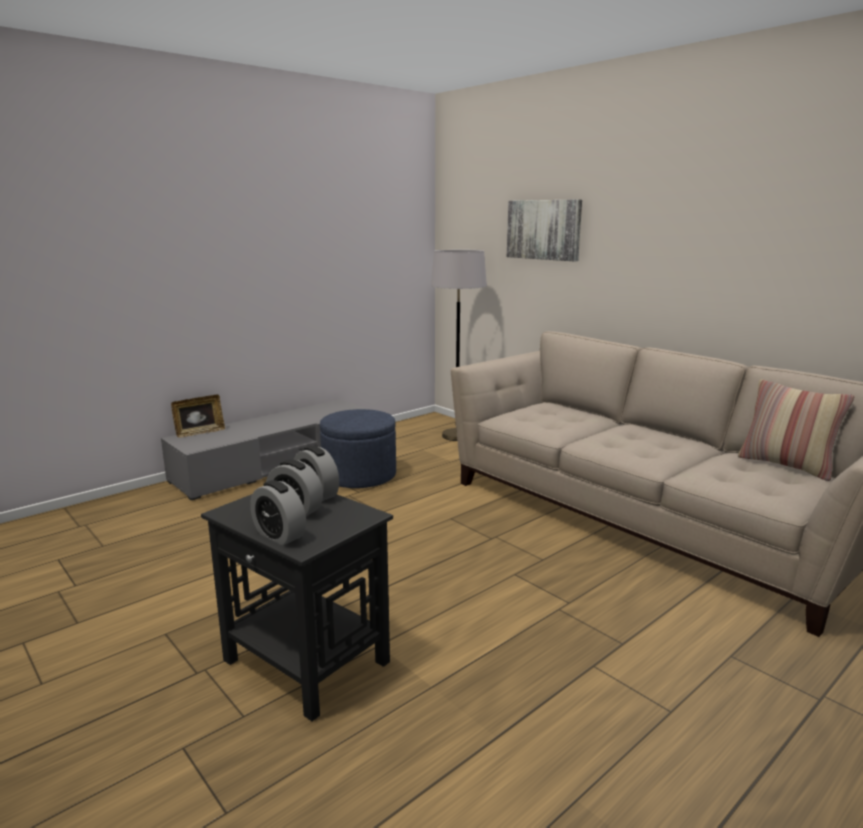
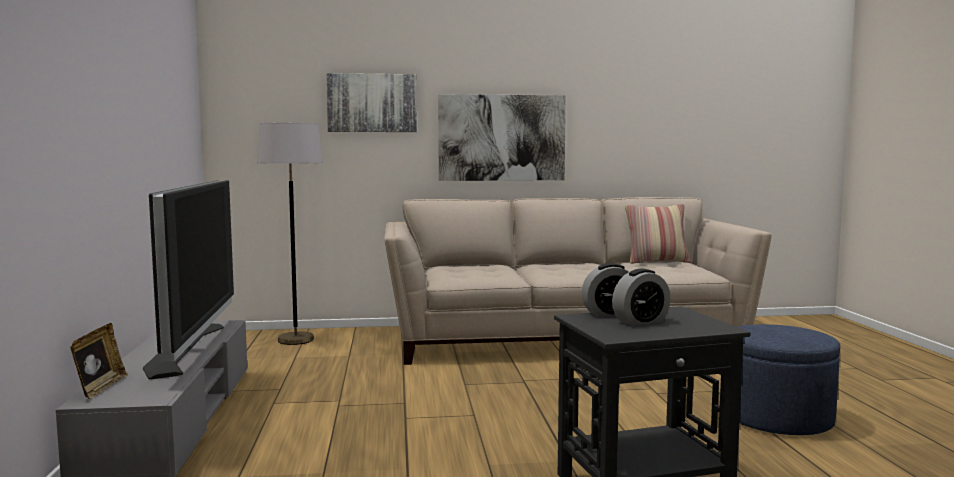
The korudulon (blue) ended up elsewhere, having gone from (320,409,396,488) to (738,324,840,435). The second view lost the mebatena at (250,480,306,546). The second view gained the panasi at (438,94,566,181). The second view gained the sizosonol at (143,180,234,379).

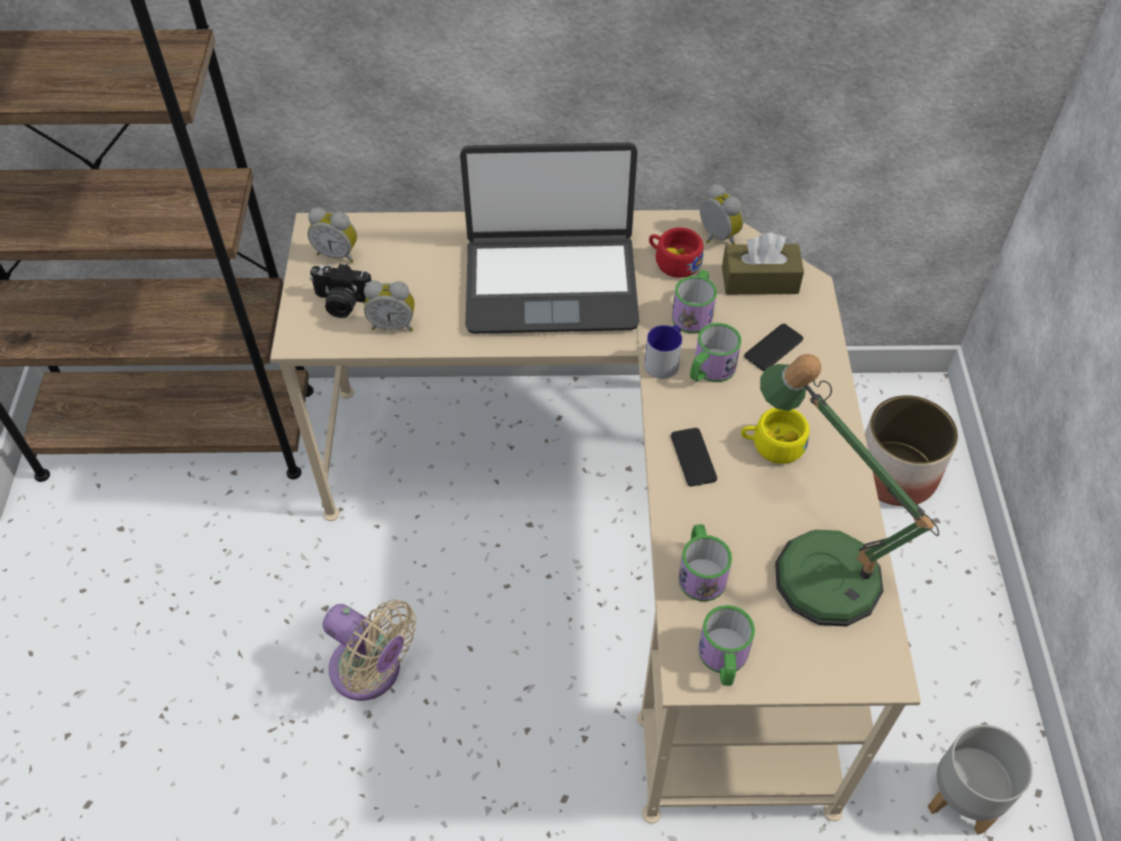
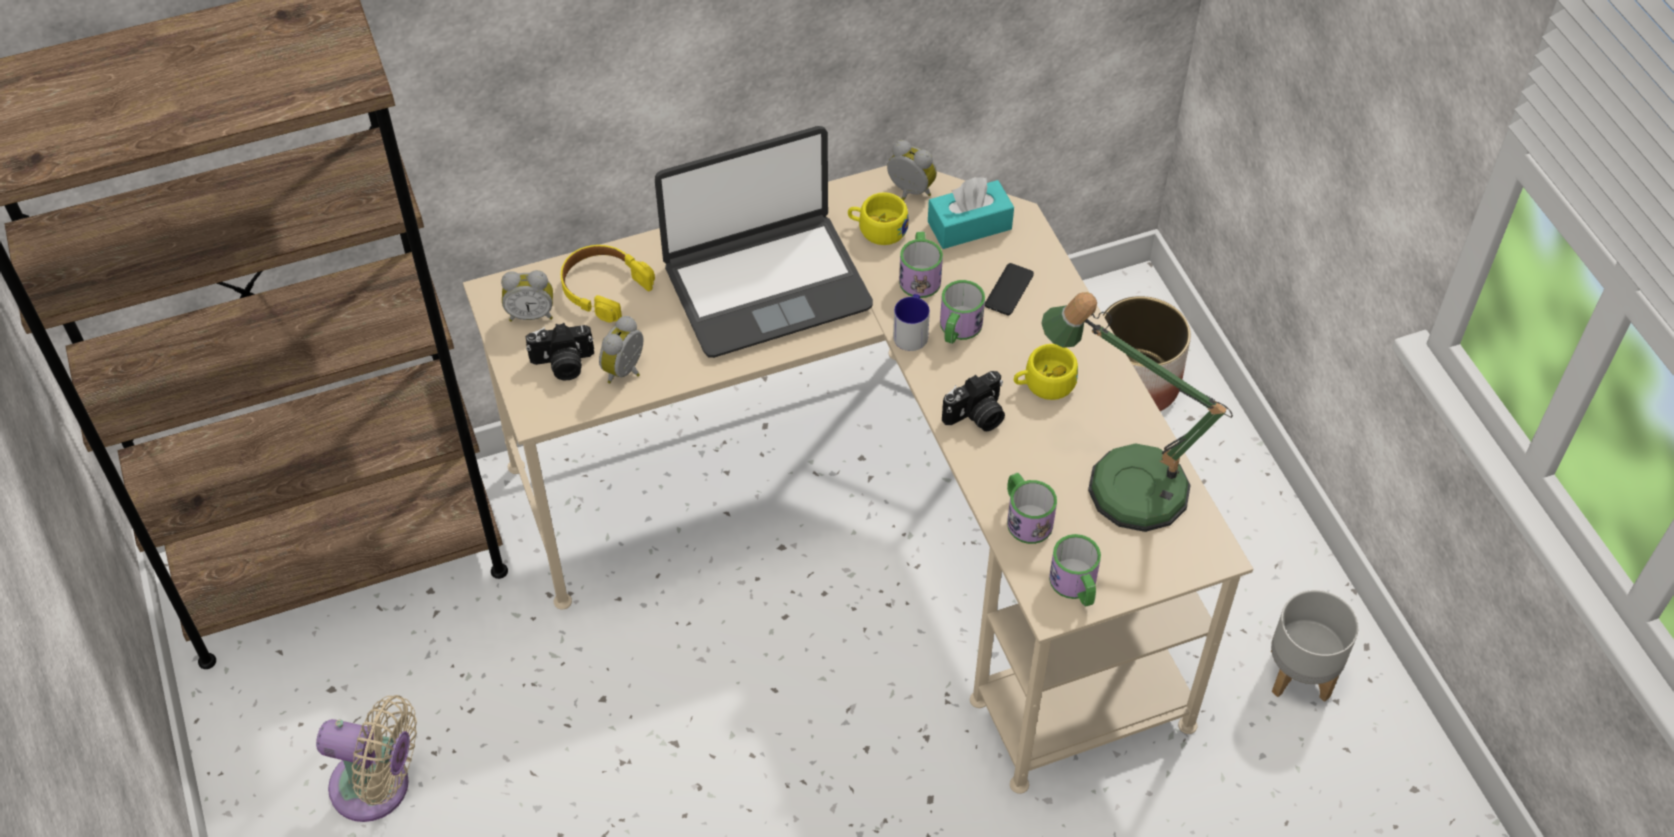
What was the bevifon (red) at (649,227,703,278) turned into the bevifon (yellow) at (848,192,909,245). What was the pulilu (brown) at (722,233,804,295) turned into the pulilu (turquoise) at (928,177,1014,249). The mebatena at (364,281,415,331) ended up facing another way, 135 degrees clockwise from before. Where the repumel stood at (671,428,717,486), the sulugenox came to stand at (942,371,1005,431). The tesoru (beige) ended up elsewhere, having gone from (322,600,416,701) to (316,695,417,822). The second view gained the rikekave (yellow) at (561,245,655,323).

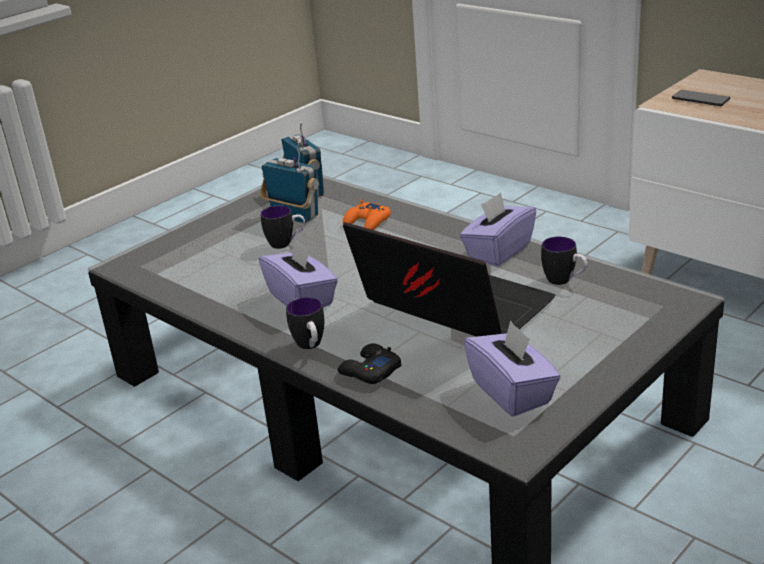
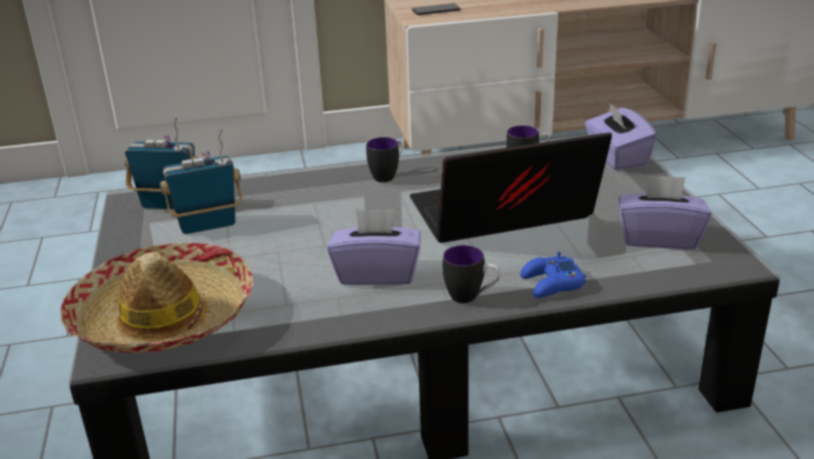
The pulilu (purple) ended up elsewhere, having gone from (460,192,536,266) to (585,102,657,170). The second view lost the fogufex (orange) at (343,199,391,230). The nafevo ended up elsewhere, having gone from (260,205,305,249) to (366,137,402,182). What was the fogufex (black) at (338,343,401,384) turned into the fogufex (blue) at (520,251,586,298). The second view gained the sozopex at (61,243,253,353).

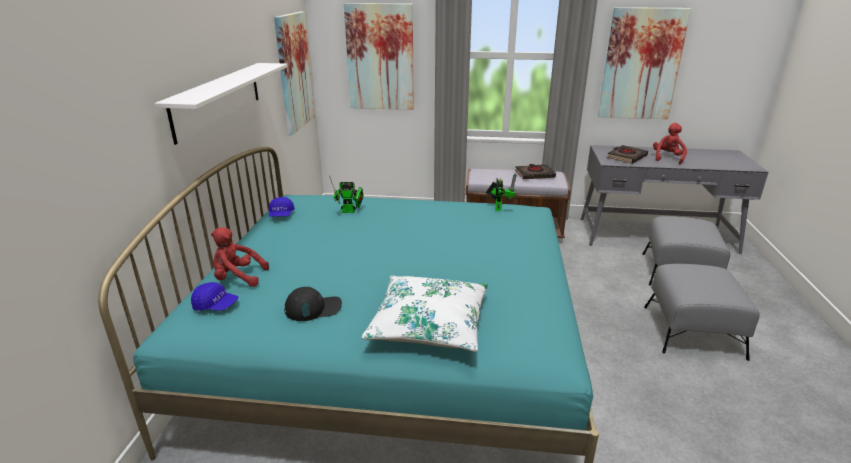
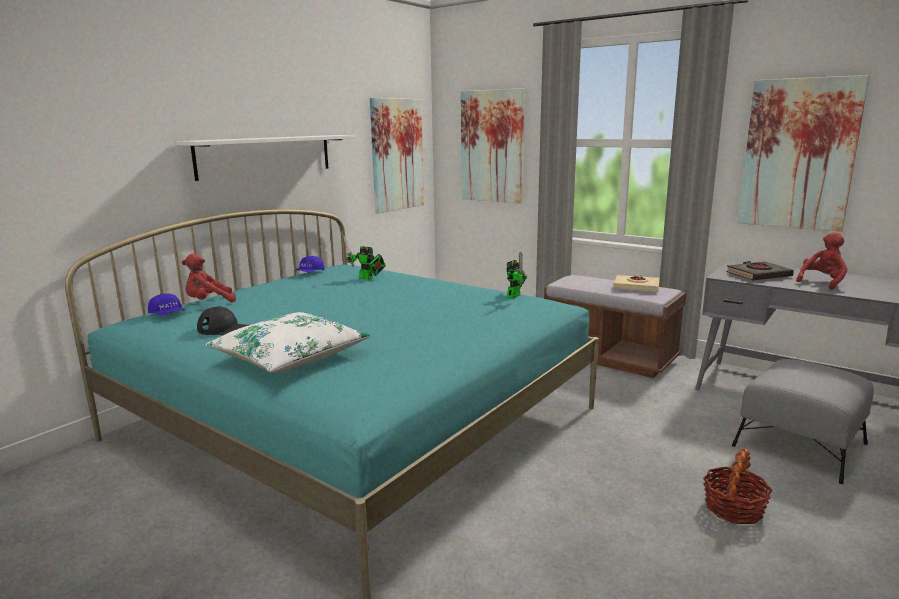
What was the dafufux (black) at (515,164,556,179) turned into the dafufux (beige) at (613,274,660,292). The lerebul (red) at (211,227,269,287) ended up facing another way, 60 degrees counterclockwise from before. Where the korudulon (grey) stood at (644,264,760,361), the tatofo came to stand at (703,448,773,524).

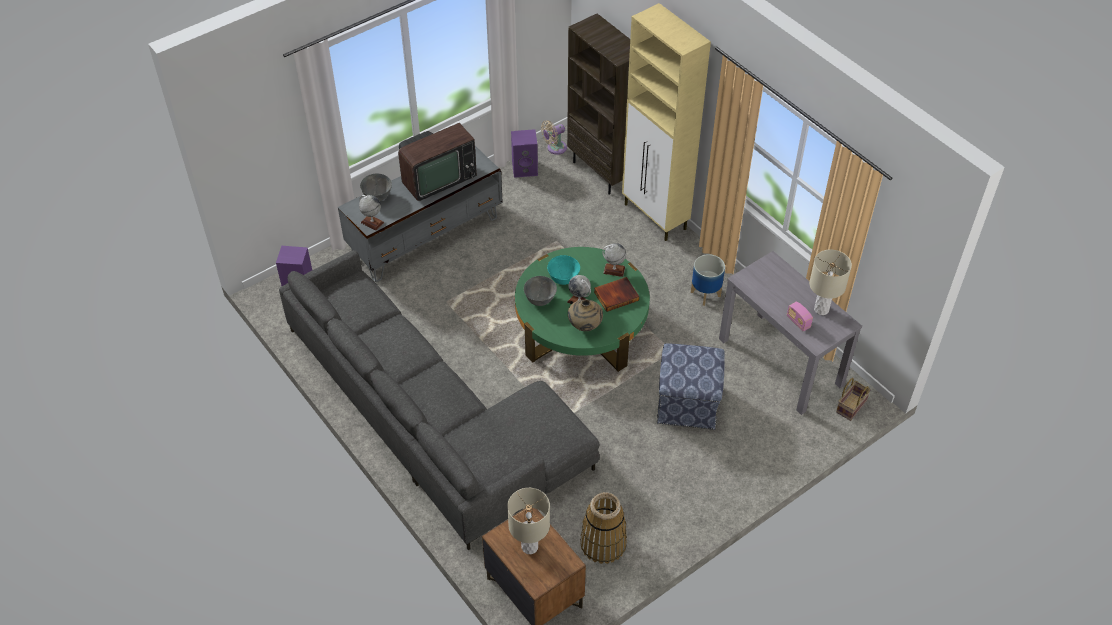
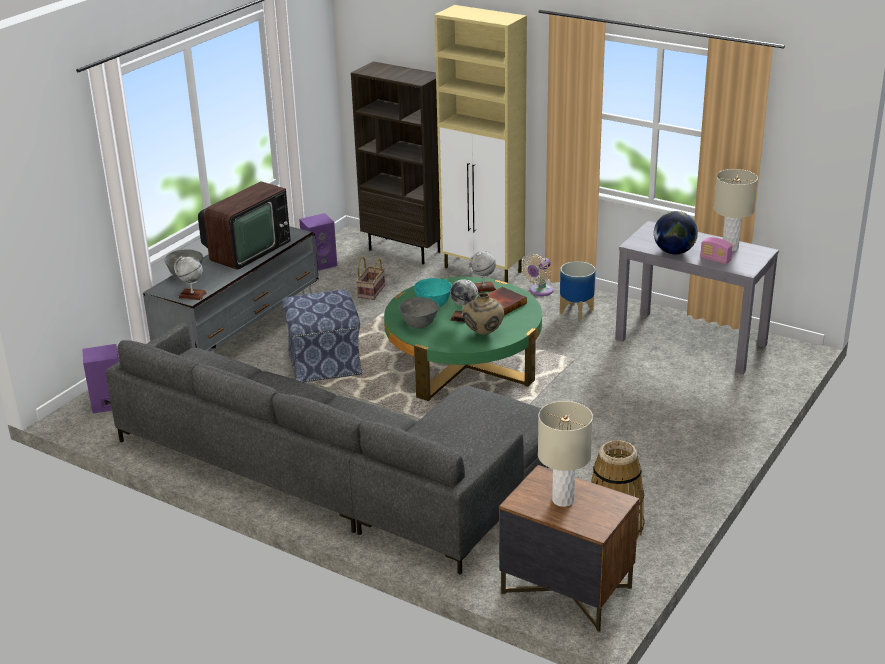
The tesoru (beige) ended up elsewhere, having gone from (541,120,567,155) to (522,254,553,296). The korudulon ended up elsewhere, having gone from (657,343,725,430) to (282,290,362,382). The tatofo ended up elsewhere, having gone from (836,378,871,421) to (356,256,385,300). The second view gained the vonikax at (654,211,698,254).

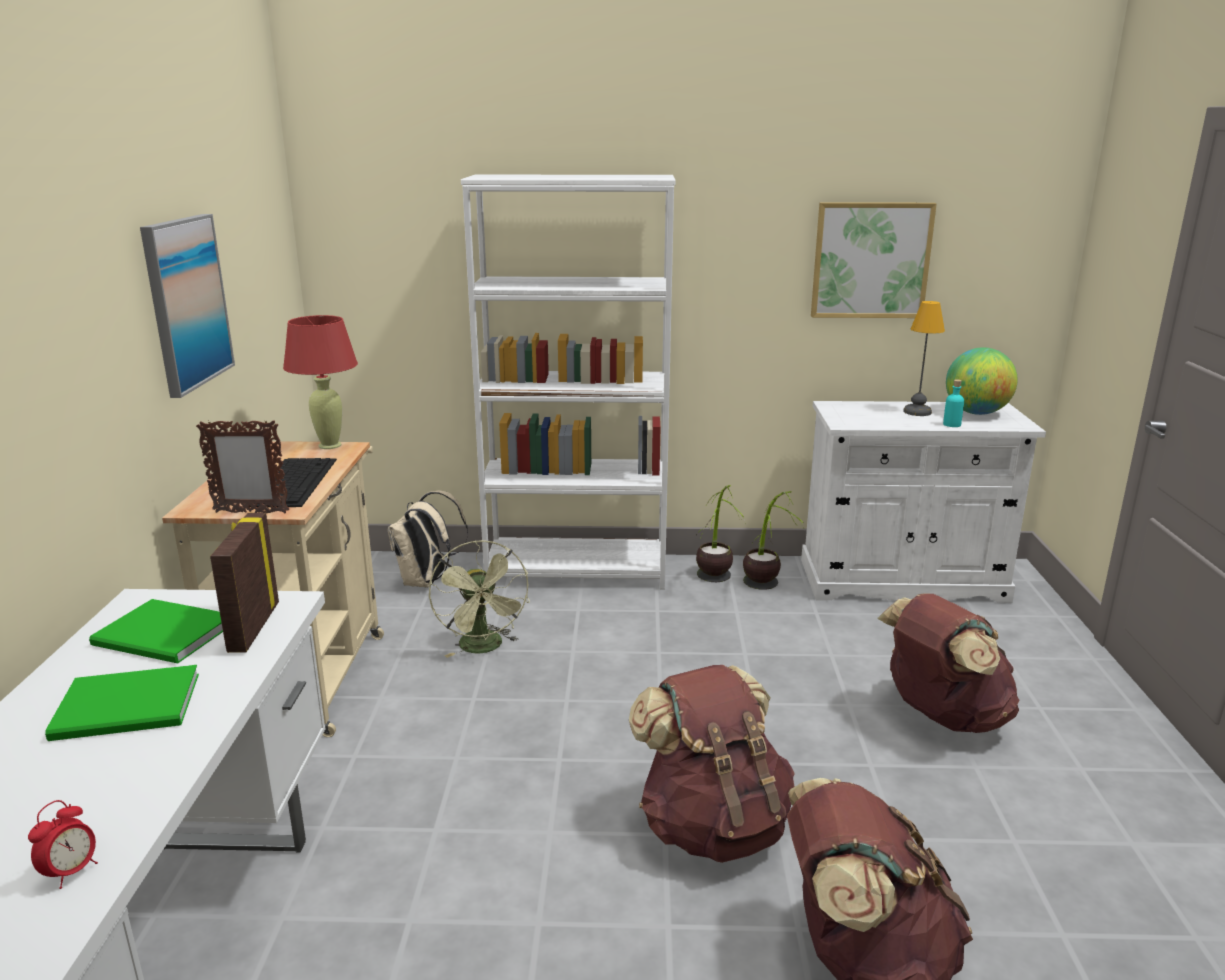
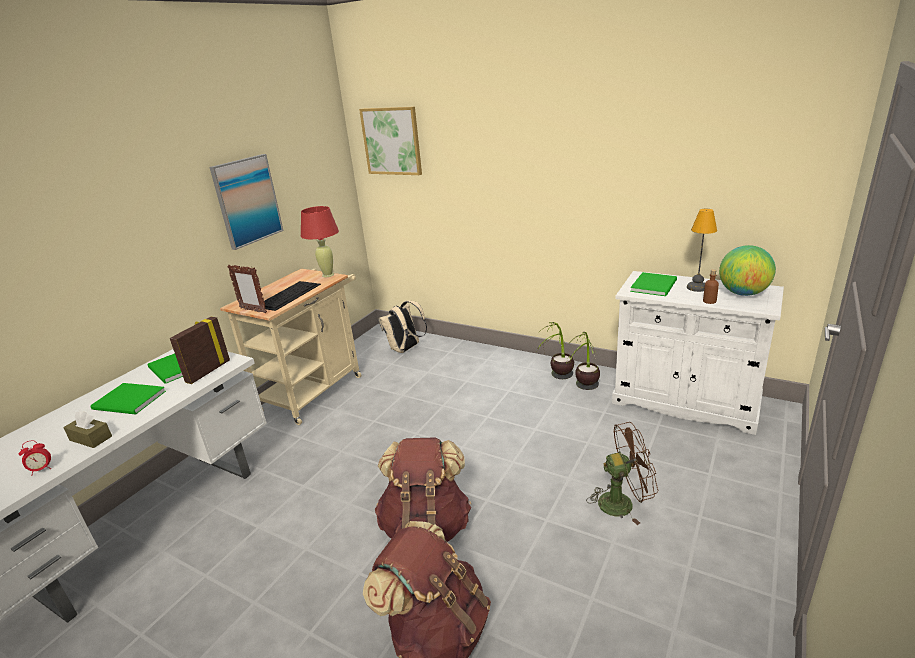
The second view lost the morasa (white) at (461,175,676,589). The panasi ended up elsewhere, having gone from (811,202,937,318) to (359,106,422,175). What was the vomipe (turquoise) at (943,379,964,427) turned into the vomipe (brown) at (703,269,719,304). The second view lost the tesoru (green) at (429,540,530,658). Where the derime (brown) stood at (877,593,1019,733), the tesoru (brown) came to stand at (586,422,659,525). The second view gained the dafufux (green) at (630,272,677,296). The second view gained the pulilu (brown) at (63,411,112,448).

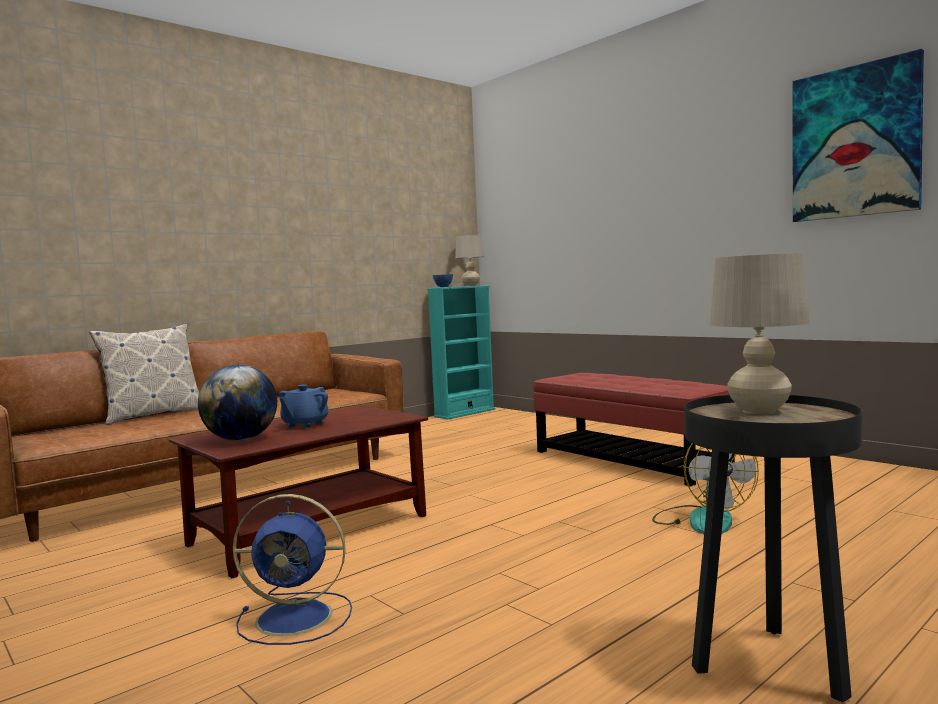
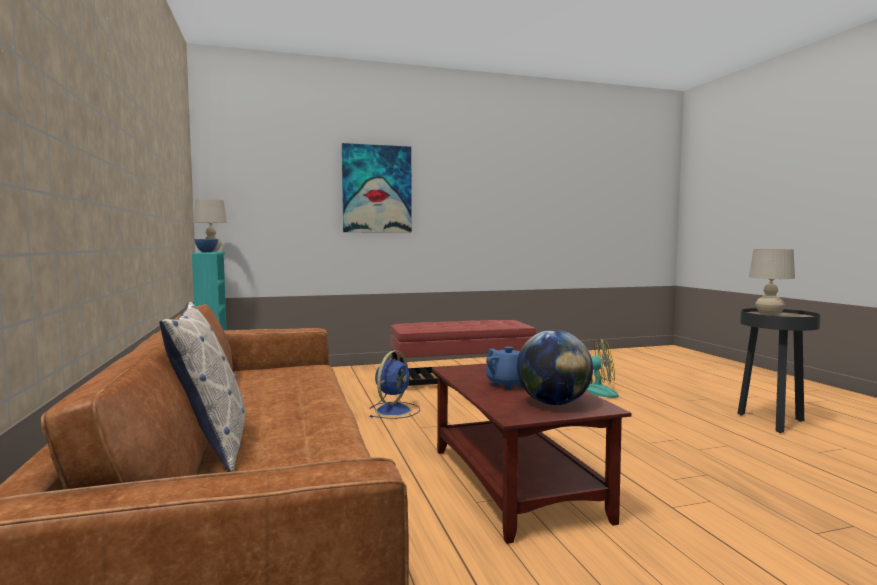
The panasi ended up elsewhere, having gone from (793,49,924,222) to (342,143,412,233). The tesoru (blue) ended up elsewhere, having gone from (233,494,352,645) to (369,351,420,419).

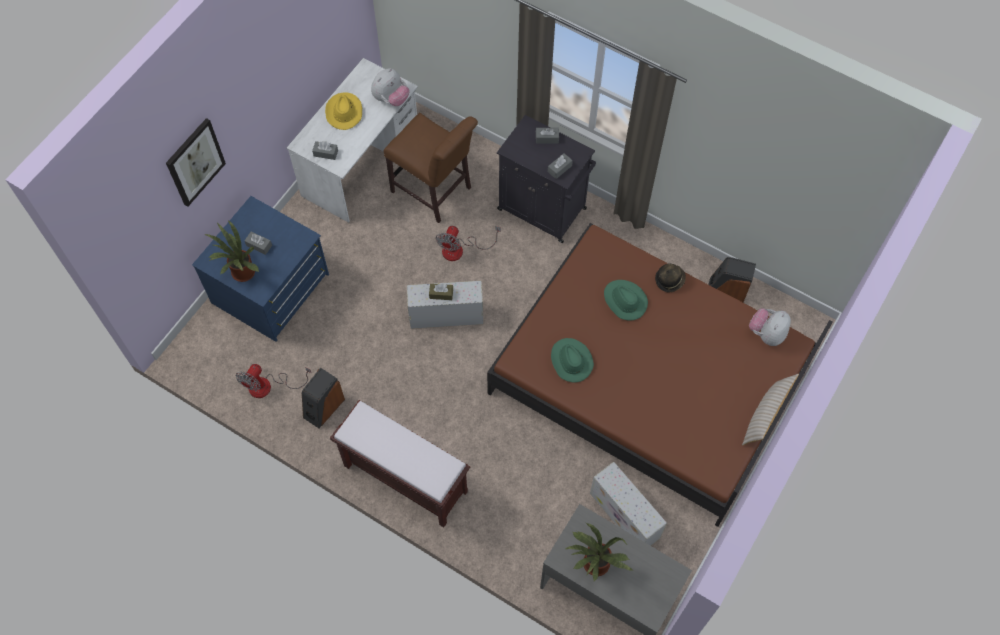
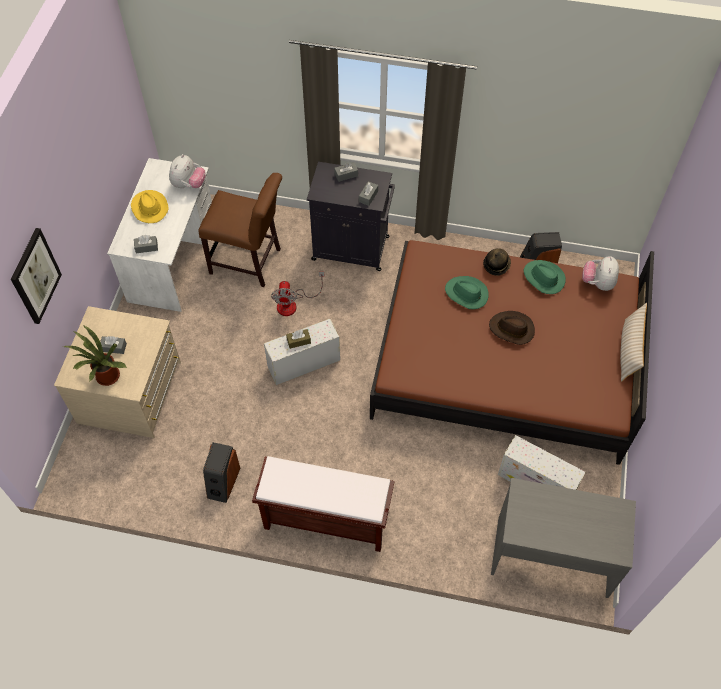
What was the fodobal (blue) at (192,196,329,342) turned into the fodobal (beige) at (54,306,181,438). The sozopex (green) ended up elsewhere, having gone from (551,338,594,382) to (524,260,566,294). The second view lost the tesoru at (236,364,311,398). The second view lost the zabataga at (566,523,633,581). The second view gained the sozopex (brown) at (489,311,535,345).

